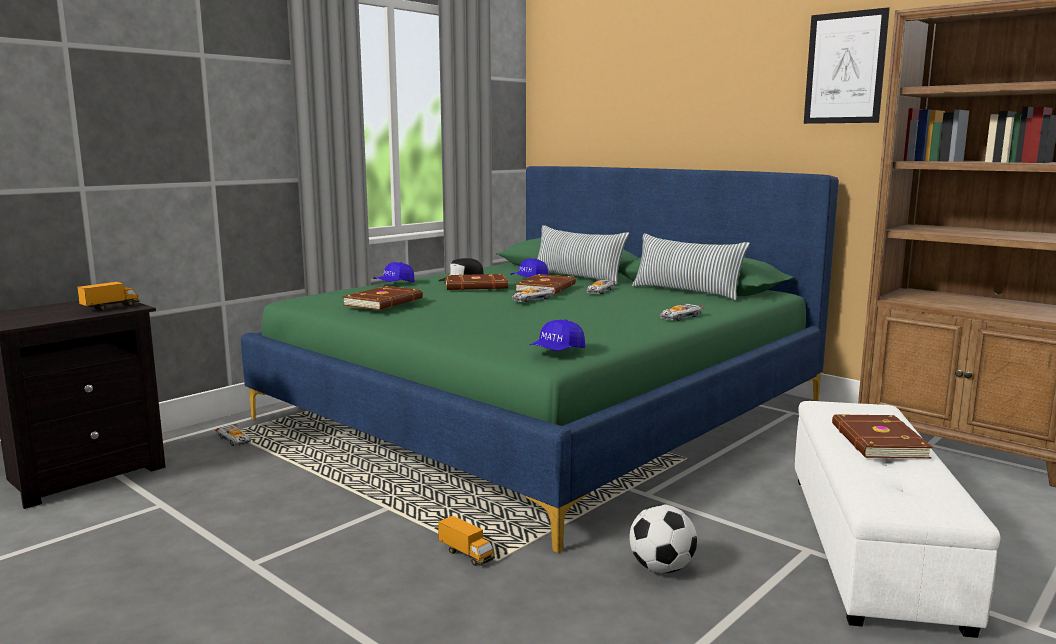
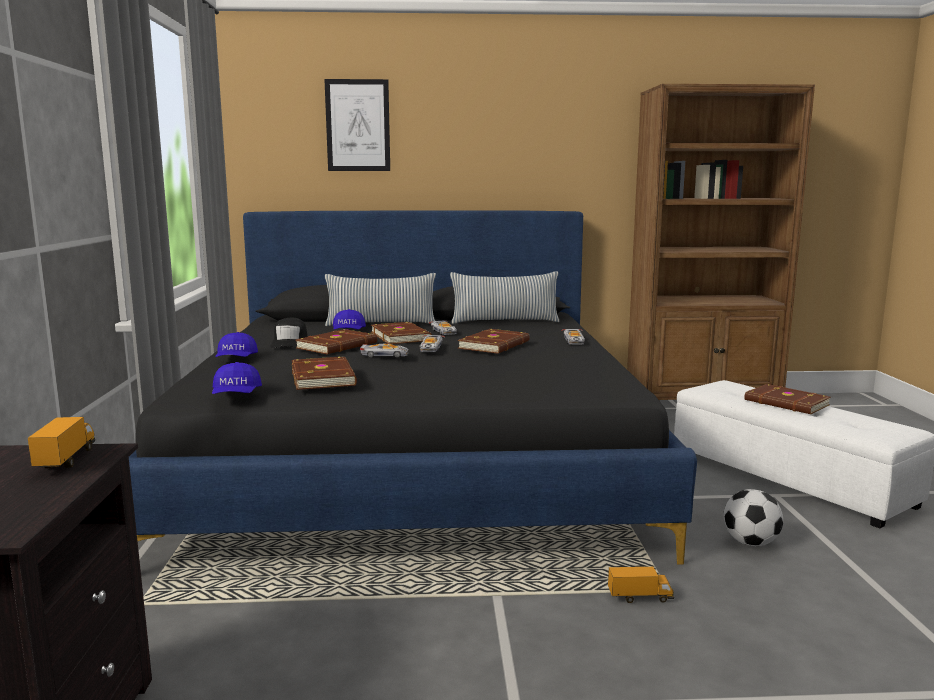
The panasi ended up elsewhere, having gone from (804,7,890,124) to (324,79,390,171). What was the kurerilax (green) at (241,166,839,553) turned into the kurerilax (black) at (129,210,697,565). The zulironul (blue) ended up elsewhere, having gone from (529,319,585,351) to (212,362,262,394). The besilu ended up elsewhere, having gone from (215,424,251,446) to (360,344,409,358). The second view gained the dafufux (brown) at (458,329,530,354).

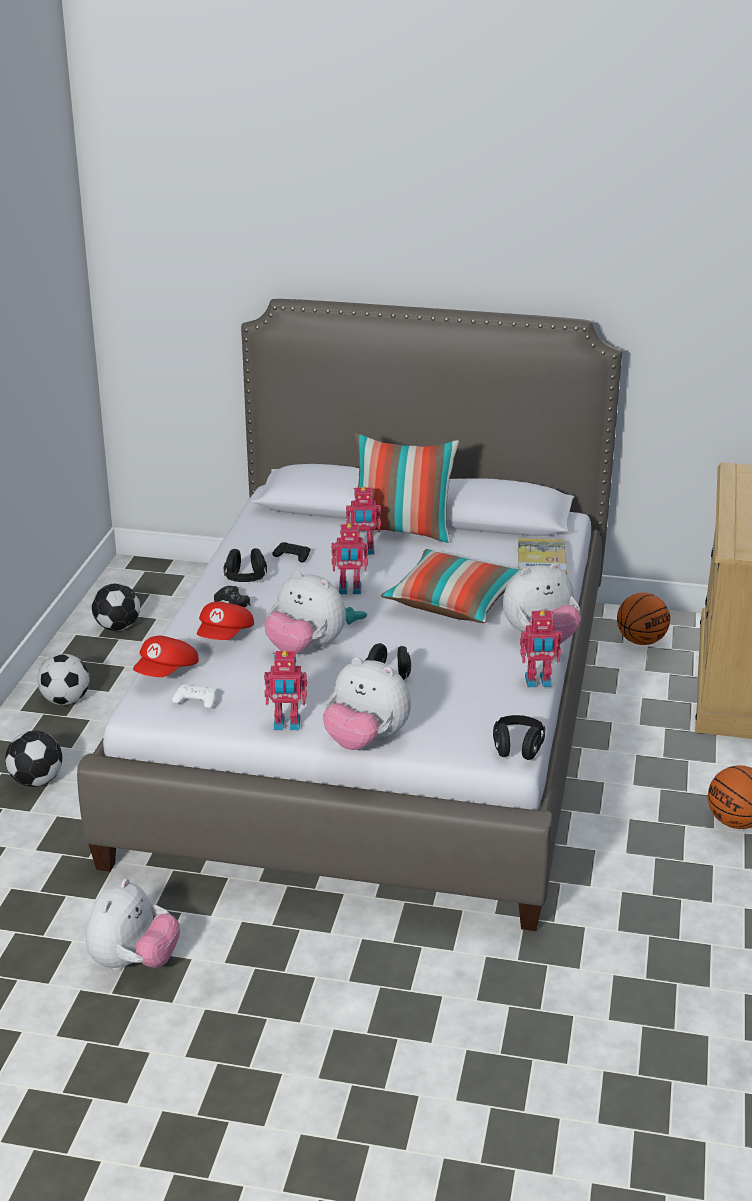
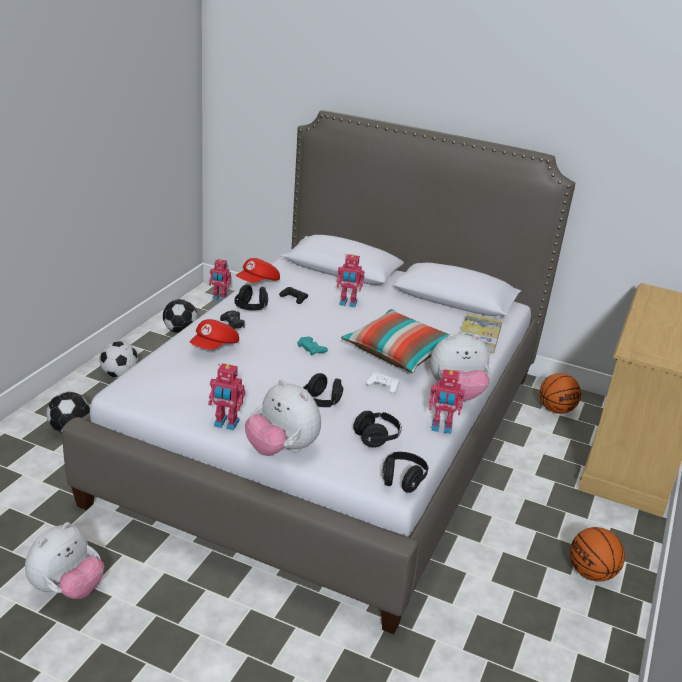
The second view lost the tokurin at (355,433,459,543). The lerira ended up elsewhere, having gone from (331,523,368,594) to (209,259,232,301). The second view lost the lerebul at (264,571,346,654). The zulironul (red) ended up elsewhere, having gone from (133,636,199,677) to (236,258,280,283). The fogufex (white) ended up elsewhere, having gone from (172,684,216,709) to (366,372,400,393). The second view gained the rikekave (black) at (353,411,402,448).

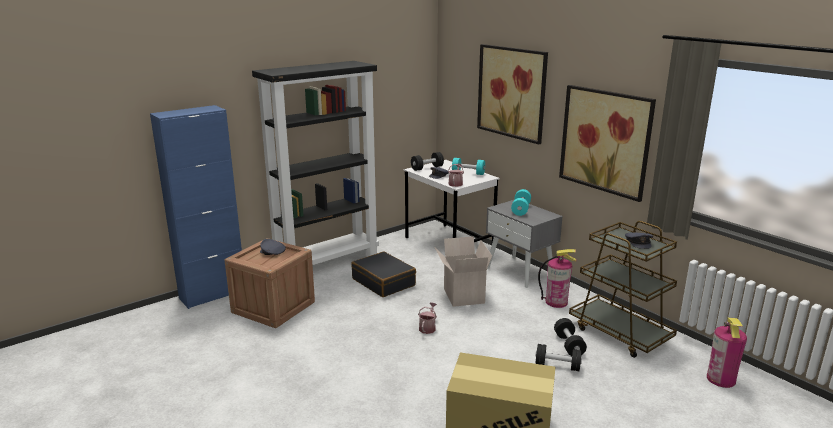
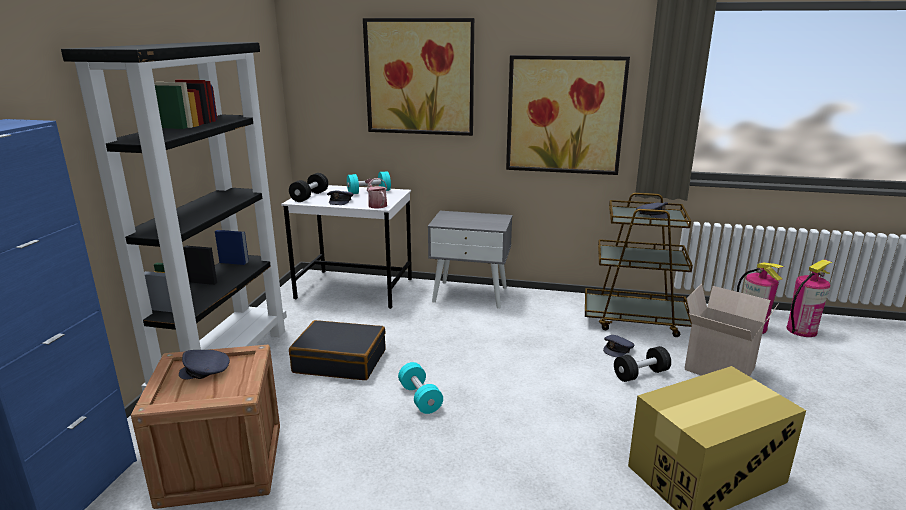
The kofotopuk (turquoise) ended up elsewhere, having gone from (511,189,531,216) to (398,362,443,414). The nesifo ended up elsewhere, having gone from (434,236,492,307) to (685,284,779,377). The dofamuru ended up elsewhere, having gone from (538,249,576,308) to (786,259,833,337). The second view lost the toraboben at (418,302,437,334). Where the kofotopuk (black) stood at (554,318,587,356), the zulironul (grey) came to stand at (603,335,635,357).

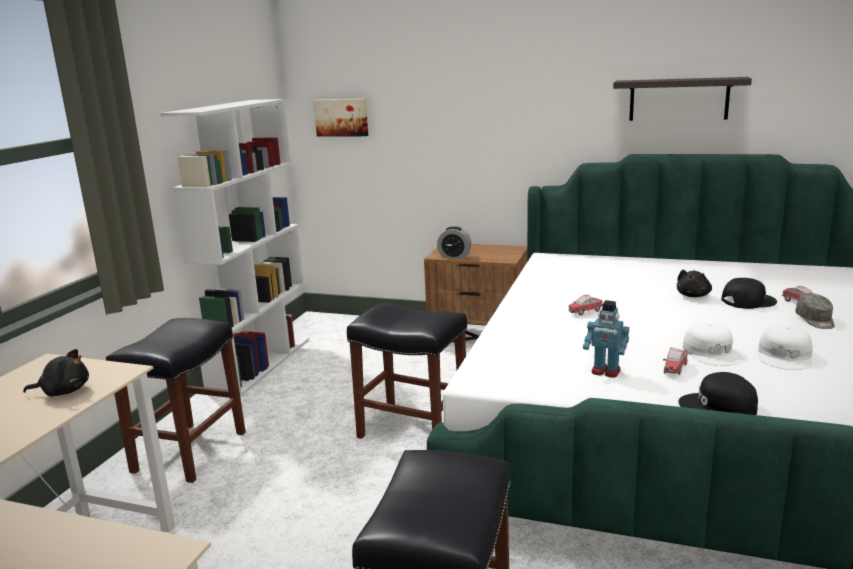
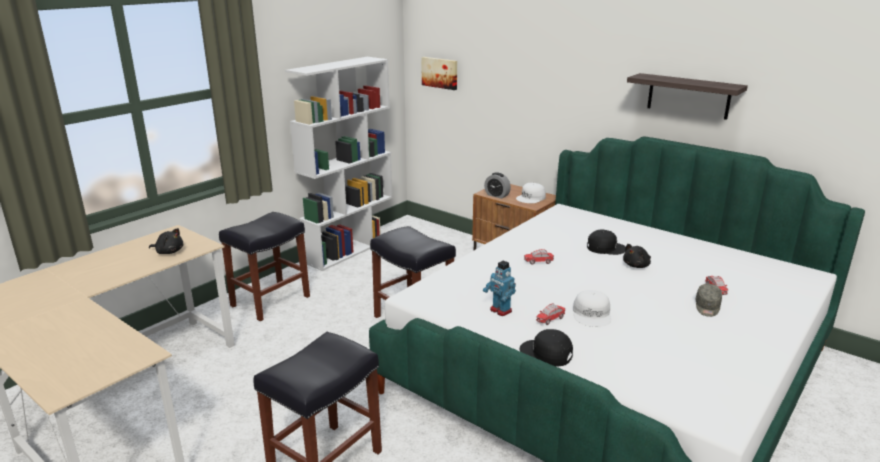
The zulironul (black) ended up elsewhere, having gone from (721,278,777,309) to (587,230,626,255). The zulironul (white) ended up elsewhere, having gone from (758,325,813,370) to (516,183,546,203).

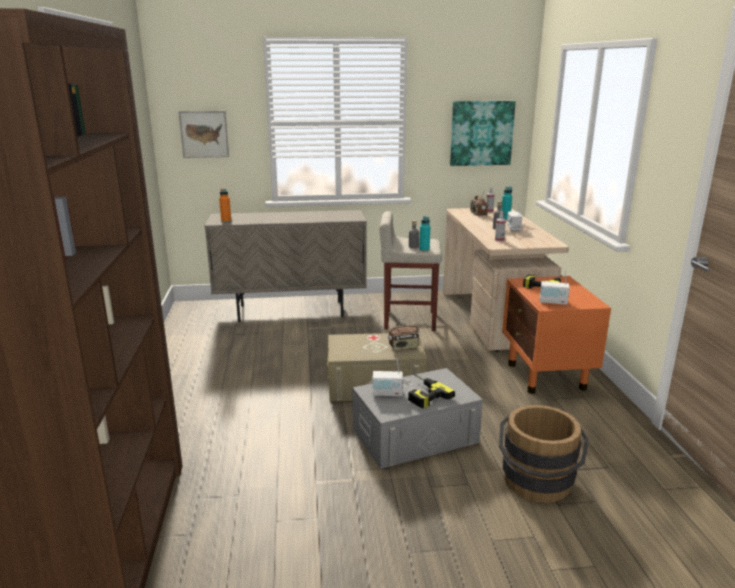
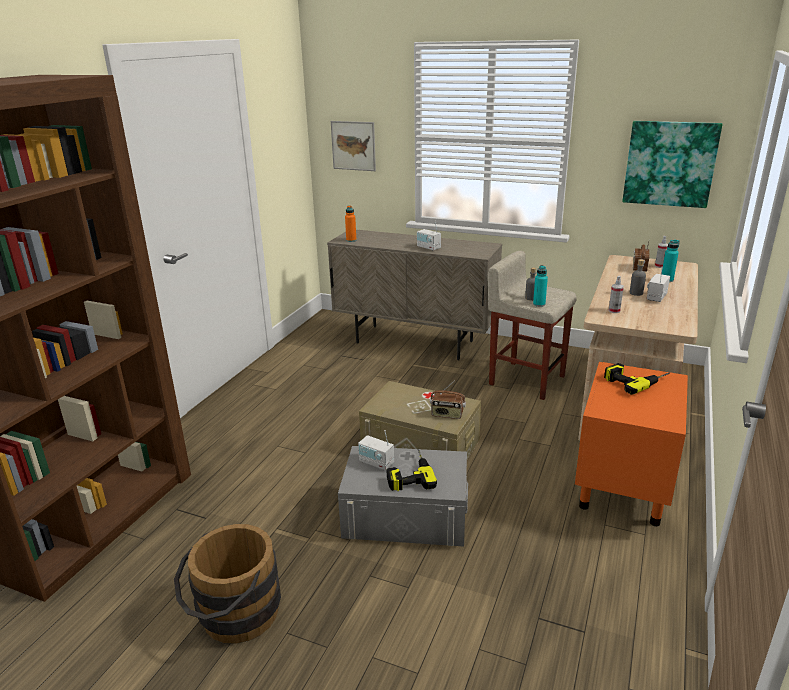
The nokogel ended up elsewhere, having gone from (540,270,570,305) to (417,221,441,251). The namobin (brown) ended up elsewhere, having gone from (499,405,589,503) to (174,524,281,644).

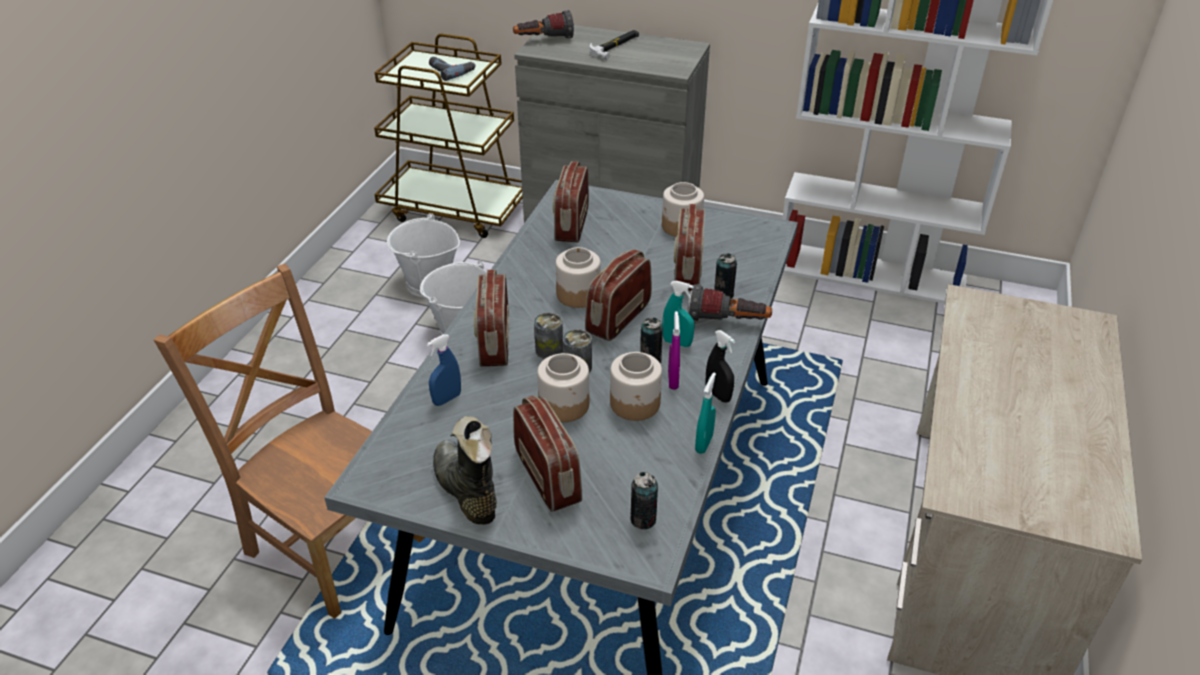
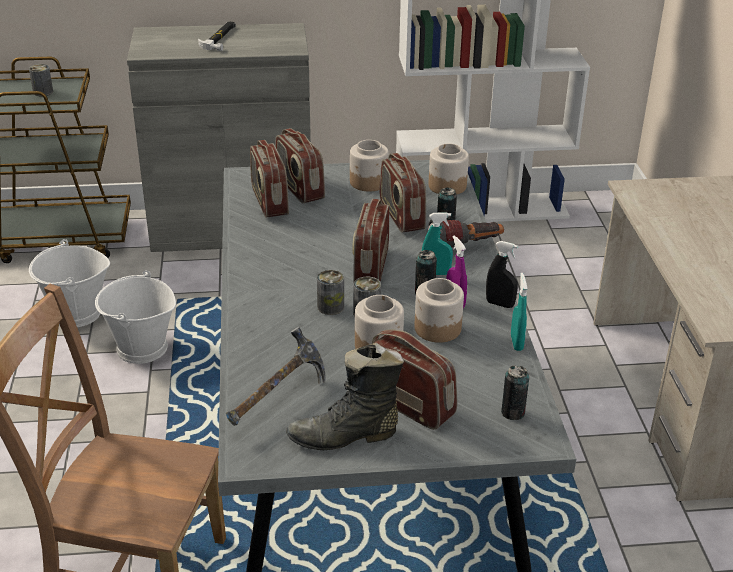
The second view lost the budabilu at (513,10,574,38). Where the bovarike stood at (429,57,476,81), the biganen came to stand at (29,64,53,96). The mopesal ended up elsewhere, having gone from (556,247,601,308) to (428,143,469,194). The nokogel ended up elsewhere, having gone from (474,270,509,366) to (275,128,325,203). The second view lost the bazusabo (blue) at (427,334,461,406). The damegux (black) at (433,416,497,525) ended up facing another way, 45 degrees counterclockwise from before. The second view gained the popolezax at (226,327,325,426).

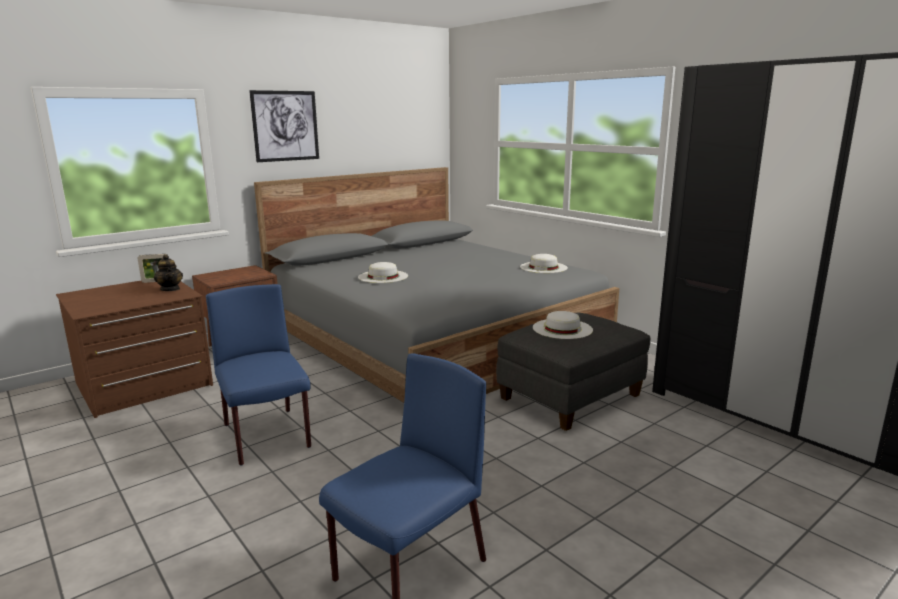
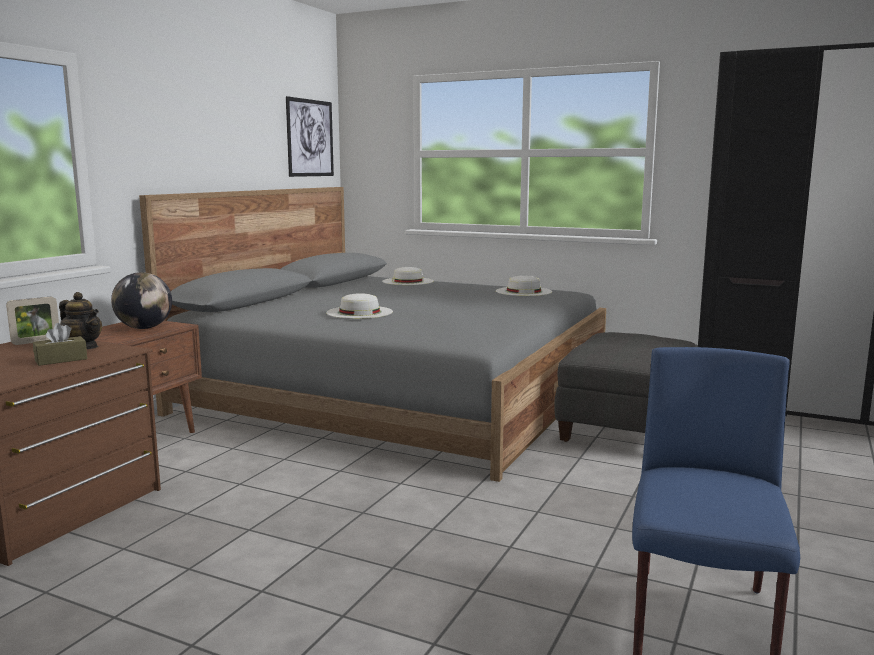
The panasi ended up elsewhere, having gone from (249,90,319,162) to (286,96,334,177). The second view lost the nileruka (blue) at (206,284,311,466). The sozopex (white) ended up elsewhere, having gone from (533,311,593,339) to (382,267,434,285). The second view gained the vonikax at (111,272,172,329). The second view gained the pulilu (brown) at (33,323,87,366).

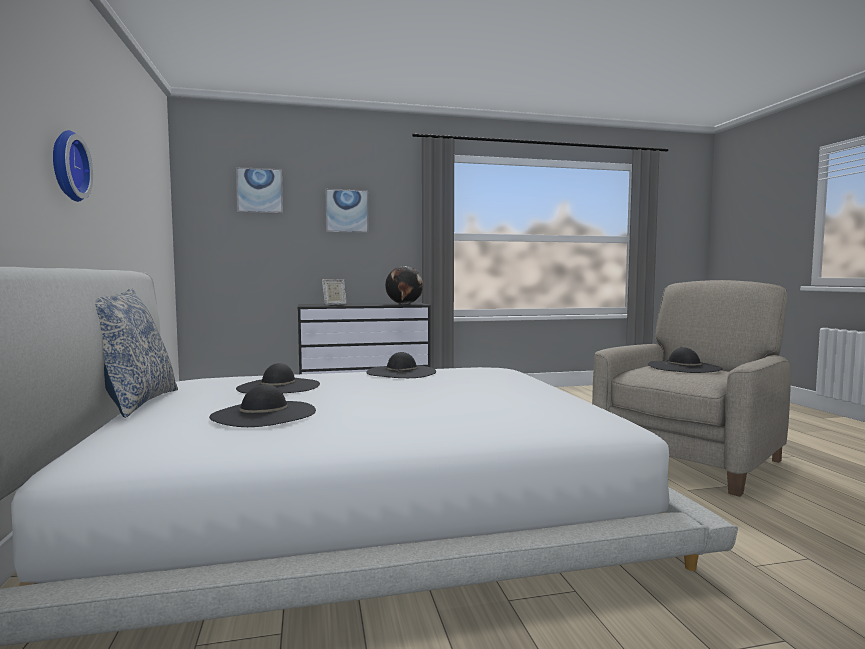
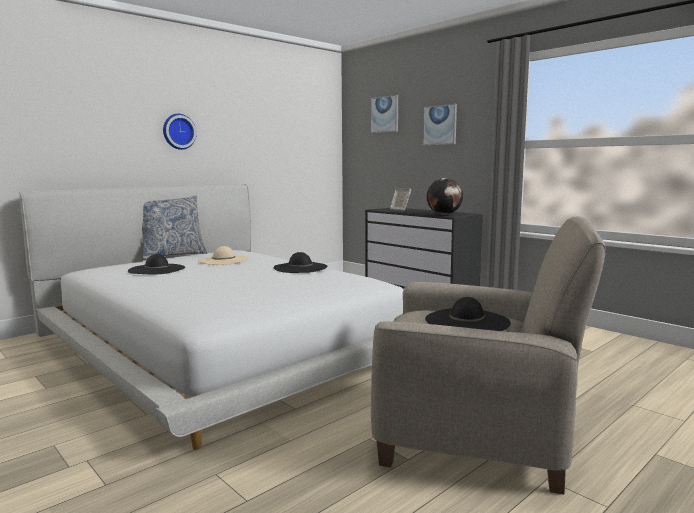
What was the sozopex (black) at (236,363,320,393) turned into the sozopex (beige) at (198,246,249,265).

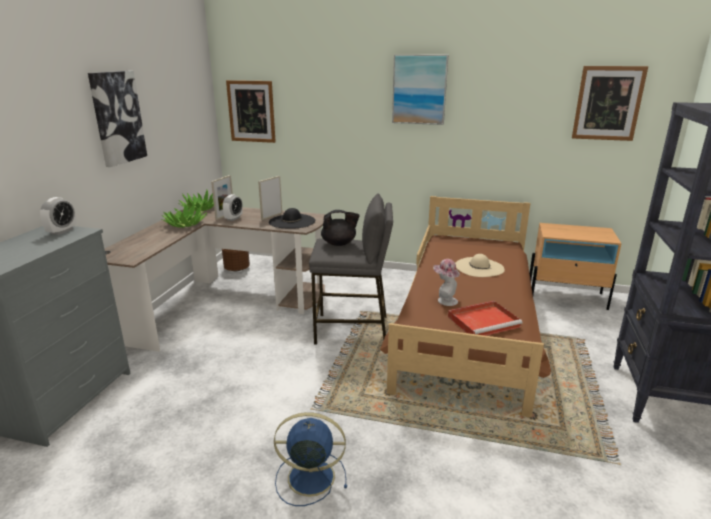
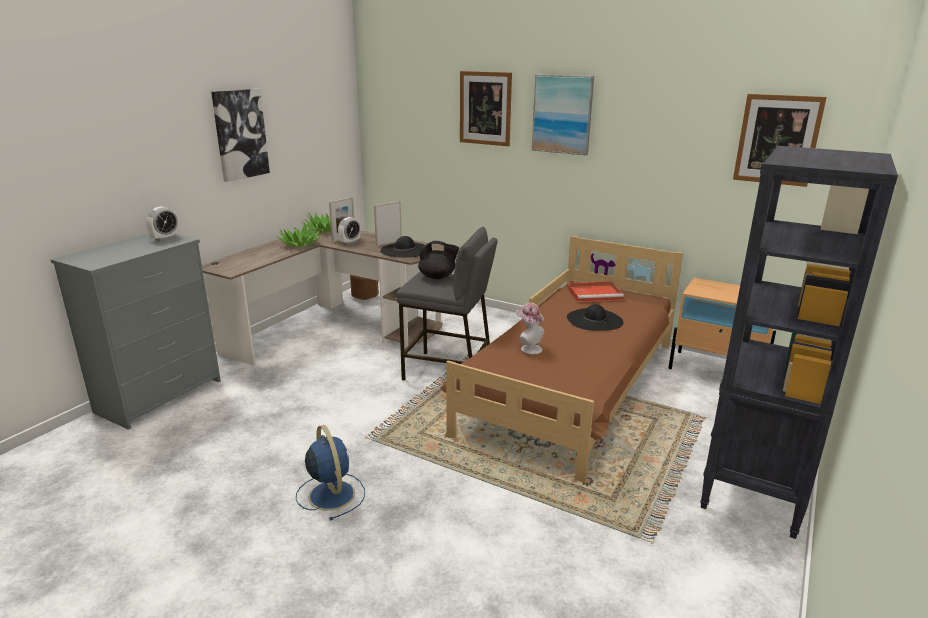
The panasi ended up elsewhere, having gone from (226,80,276,143) to (460,71,512,146). What was the sozopex (beige) at (455,254,505,277) turned into the sozopex (black) at (567,304,623,331). The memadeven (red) ended up elsewhere, having gone from (448,301,523,336) to (567,281,624,302). The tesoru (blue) at (274,412,347,506) ended up facing another way, 45 degrees clockwise from before.

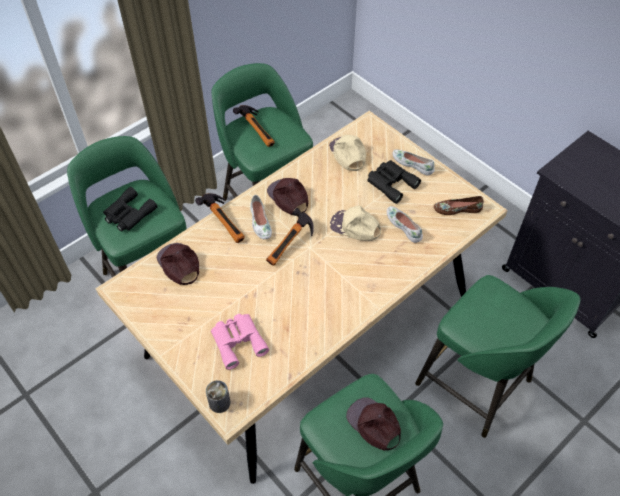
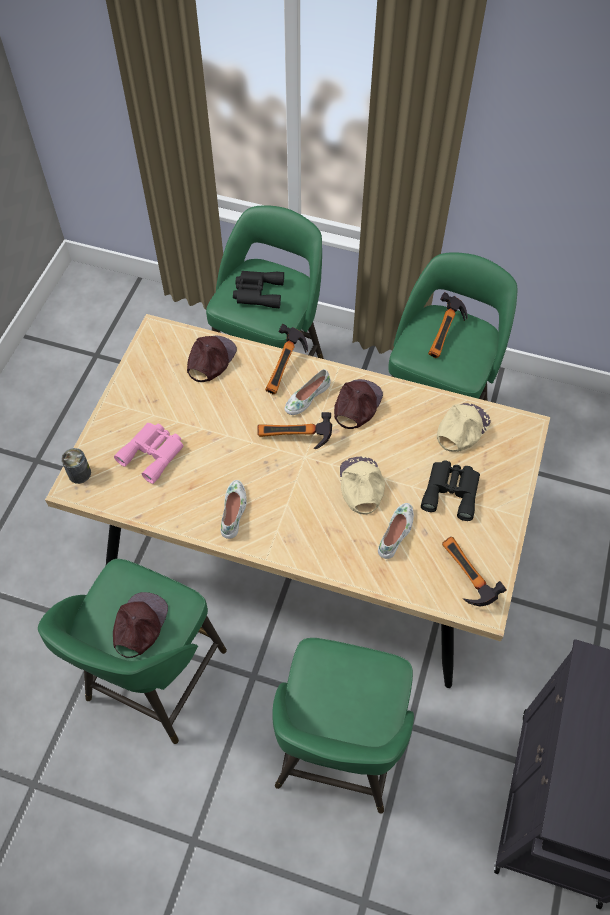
The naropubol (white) ended up elsewhere, having gone from (392,149,435,176) to (221,480,247,539). Where the naropubol (brown) stood at (434,196,483,215), the popolezax came to stand at (442,537,507,606).

